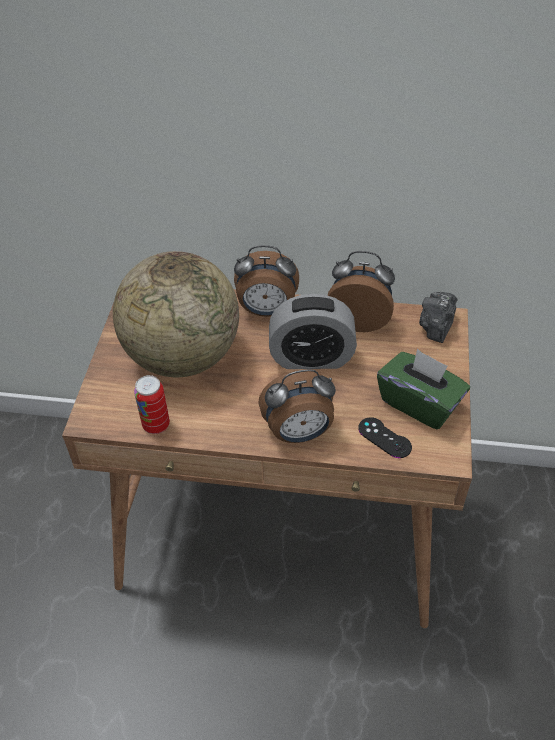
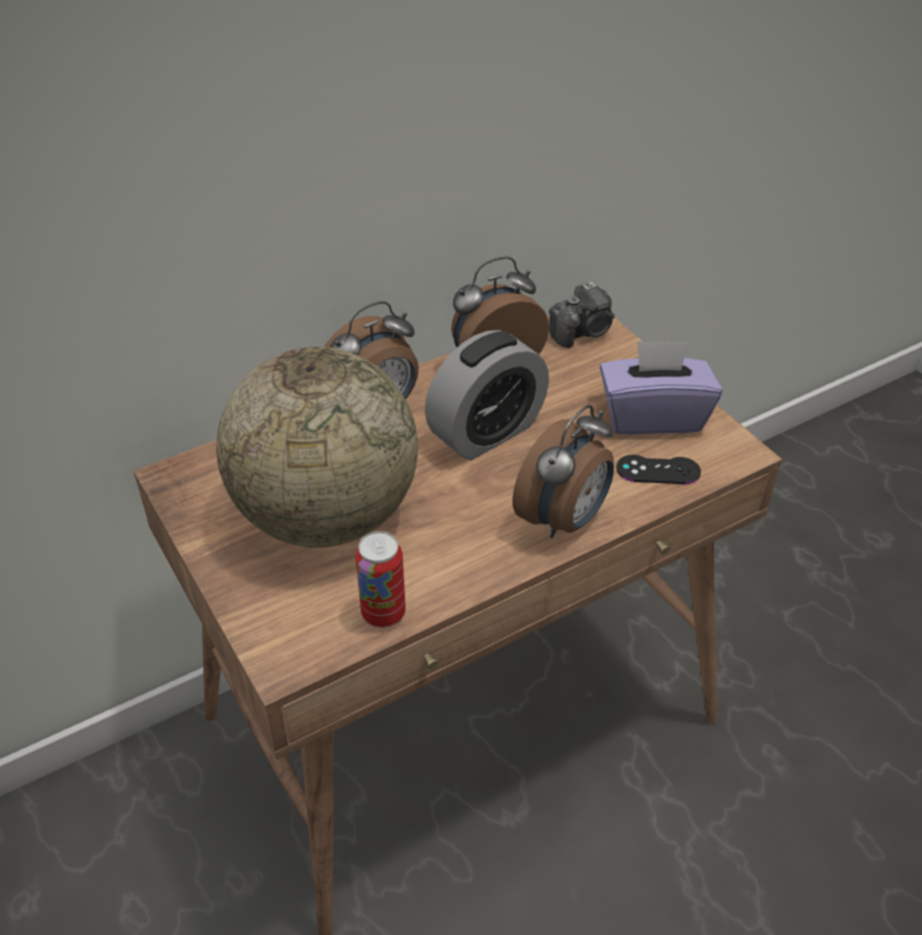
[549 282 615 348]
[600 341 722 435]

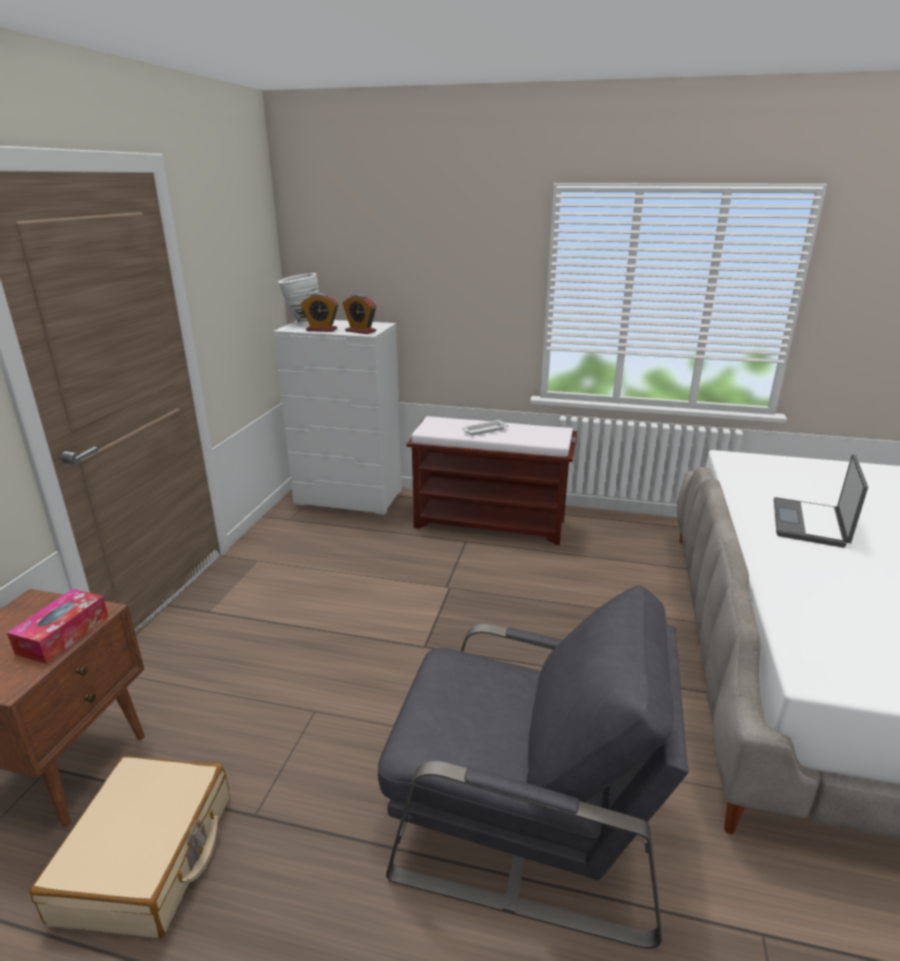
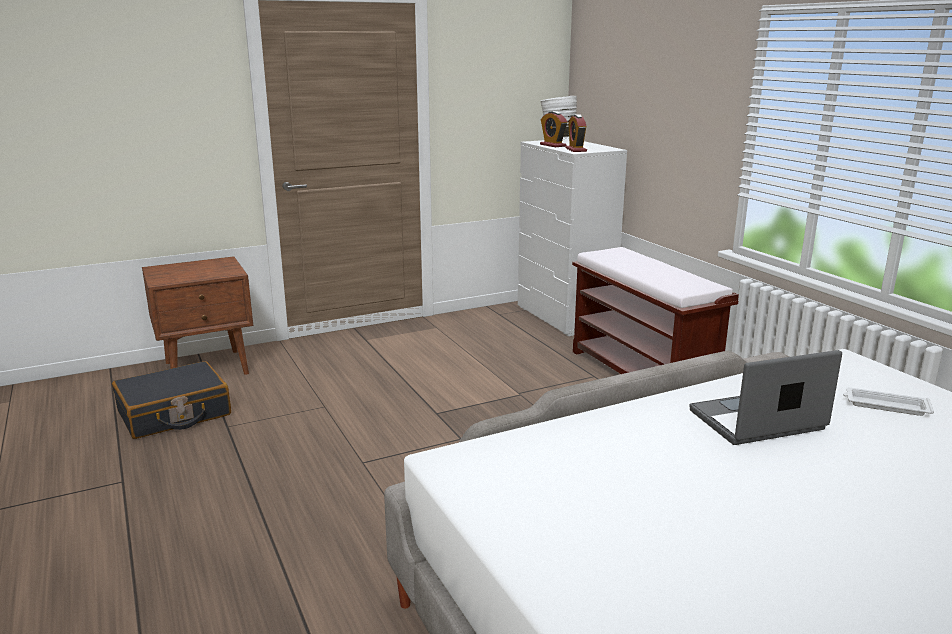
[843 387 934 416]
[378 585 689 949] (first image)
[7 589 109 664] (first image)
[112 361 231 439]

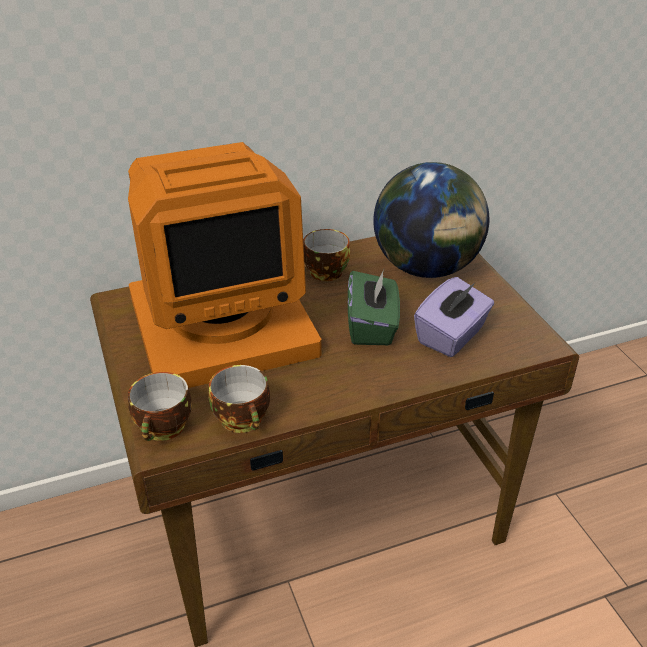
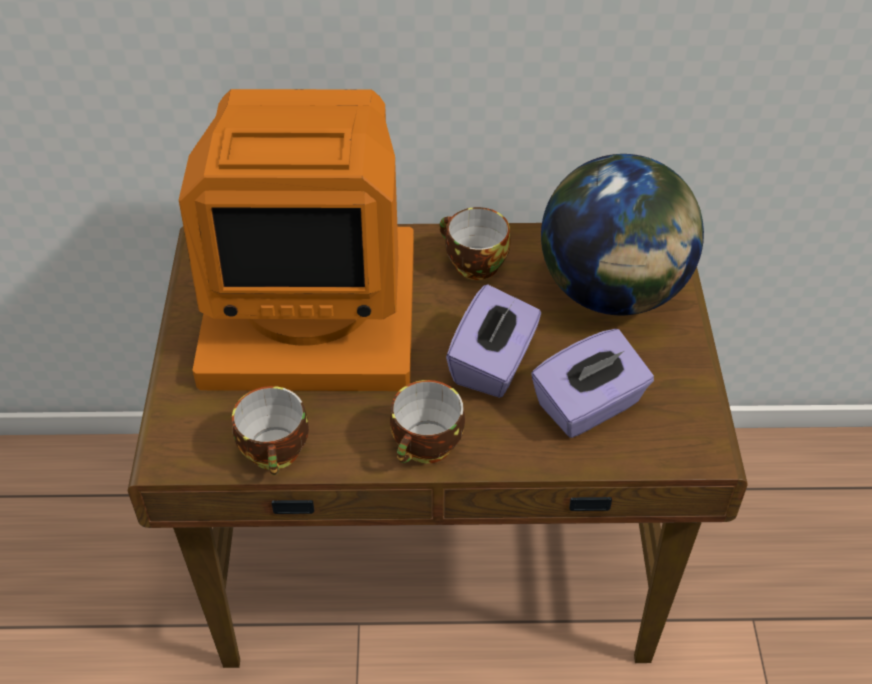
[446 284 541 398]
[390 380 465 463]

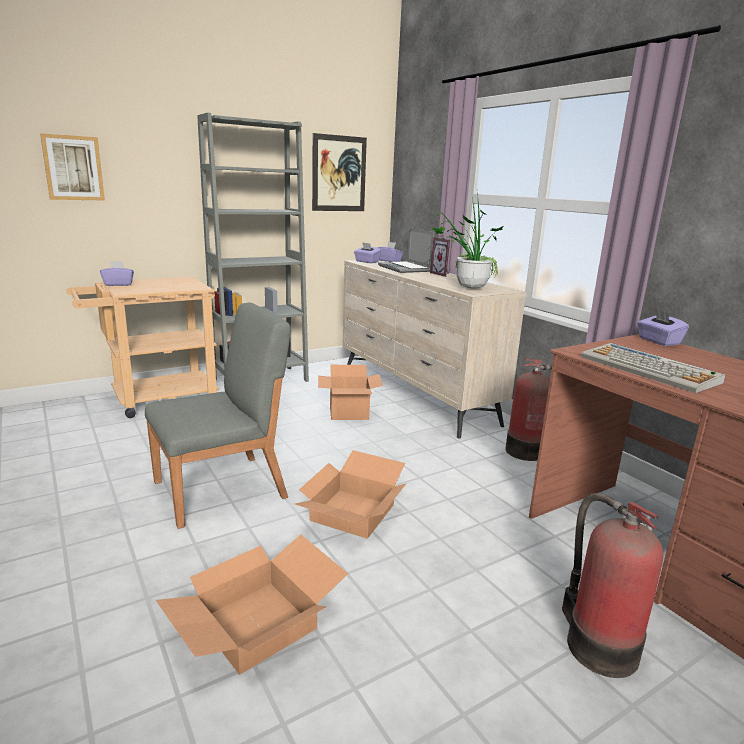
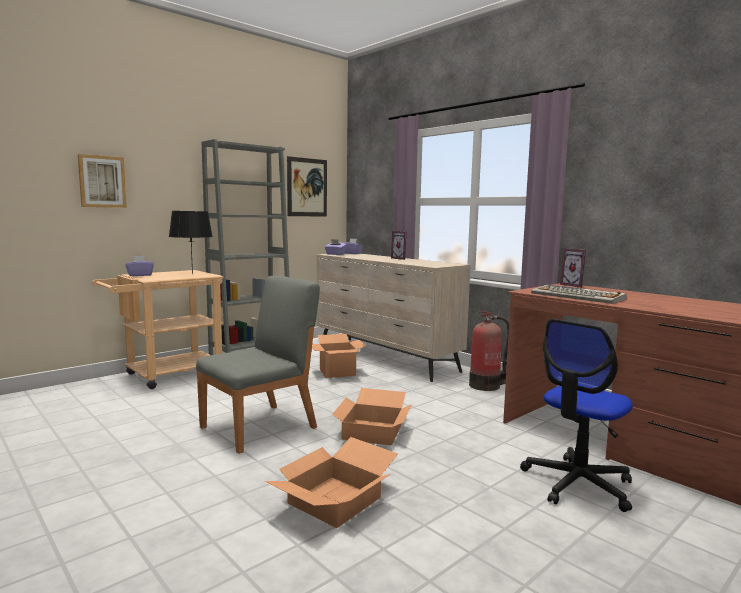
[431 193 504 289] (first image)
[378 227 434 273] (first image)
[560 248 586 288]
[520 319 633 512]
[169 211 213 274]

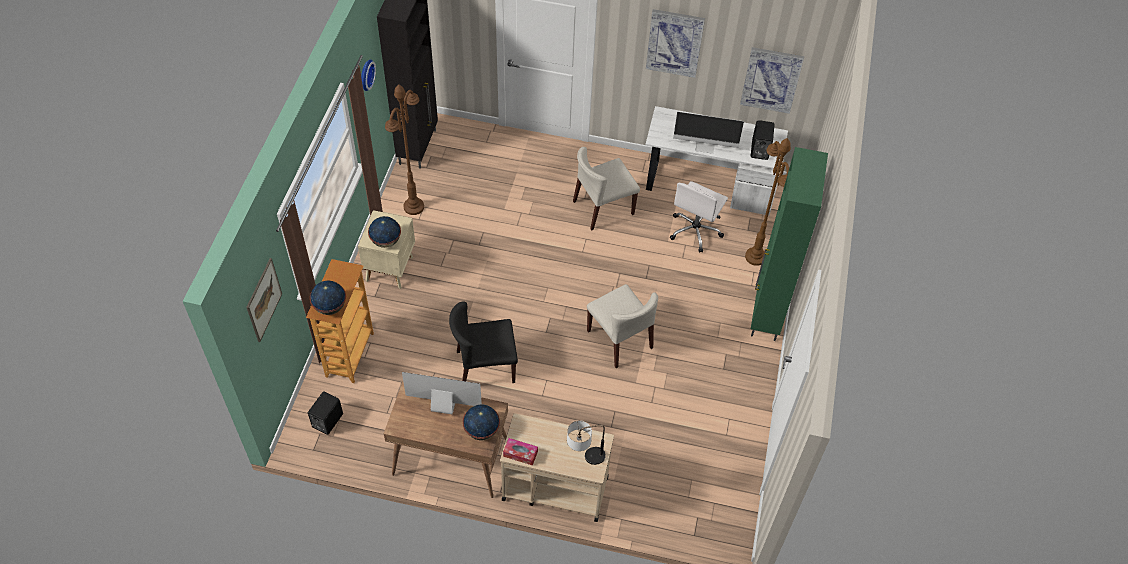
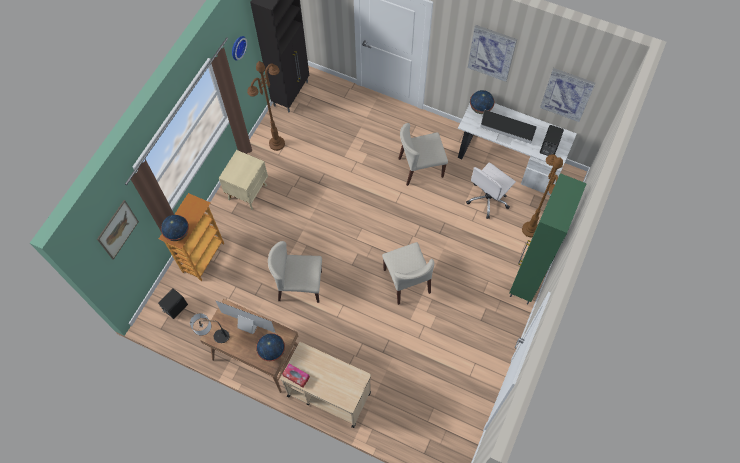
[470 90 494 114]
[268 241 322 303]
[190 313 229 343]

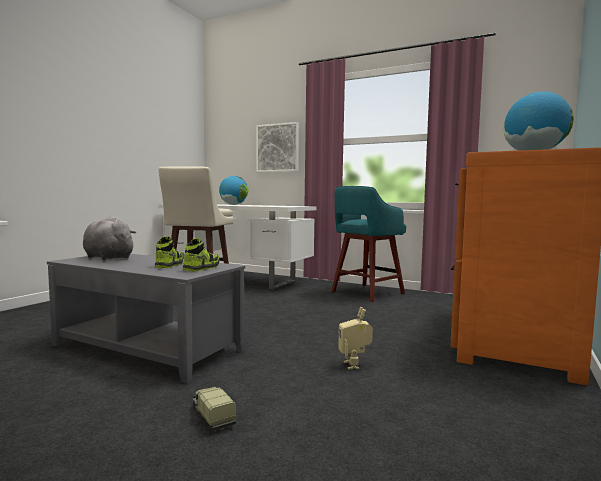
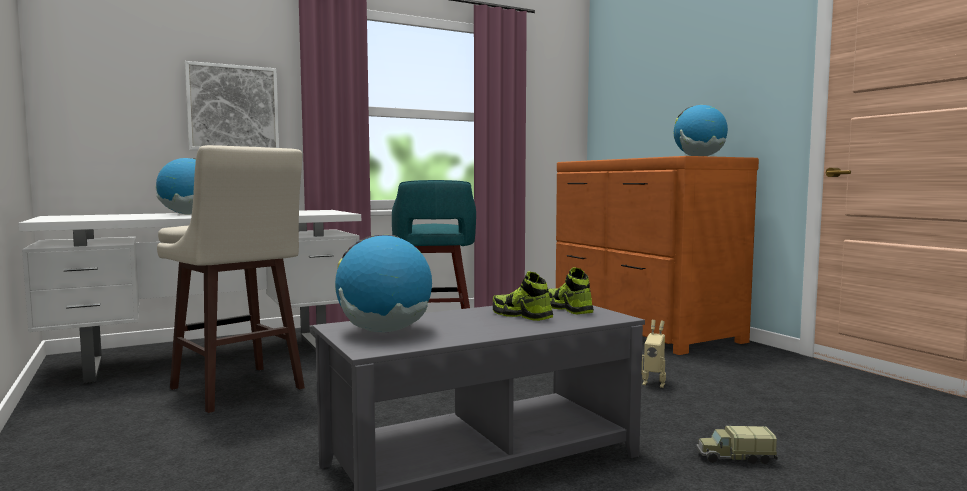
[335 235 432 332]

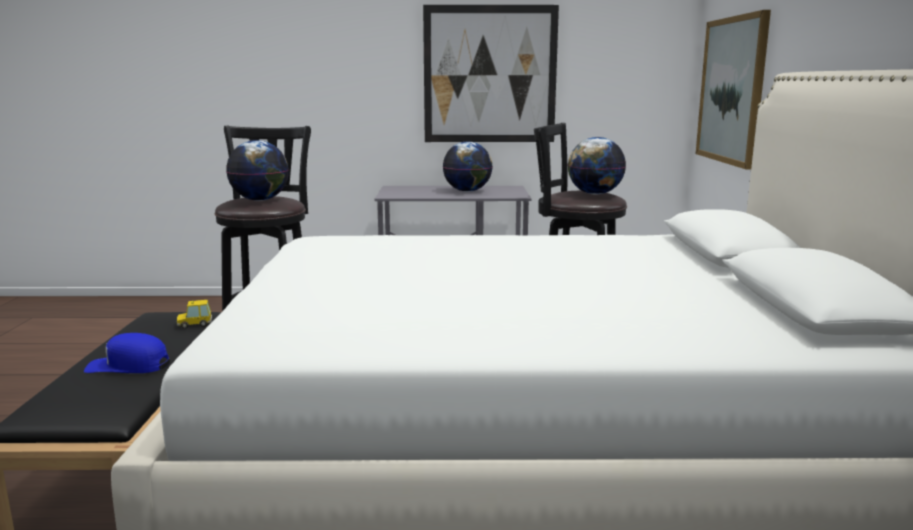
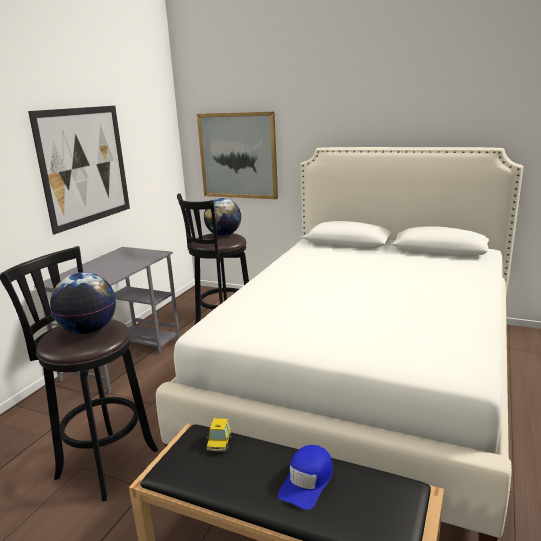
[443 142 493 192] (first image)

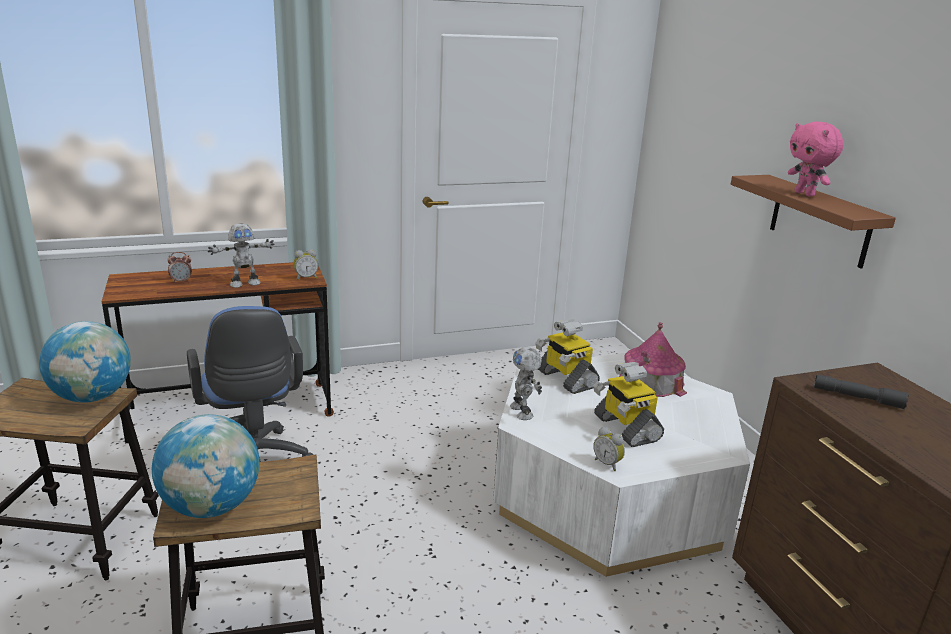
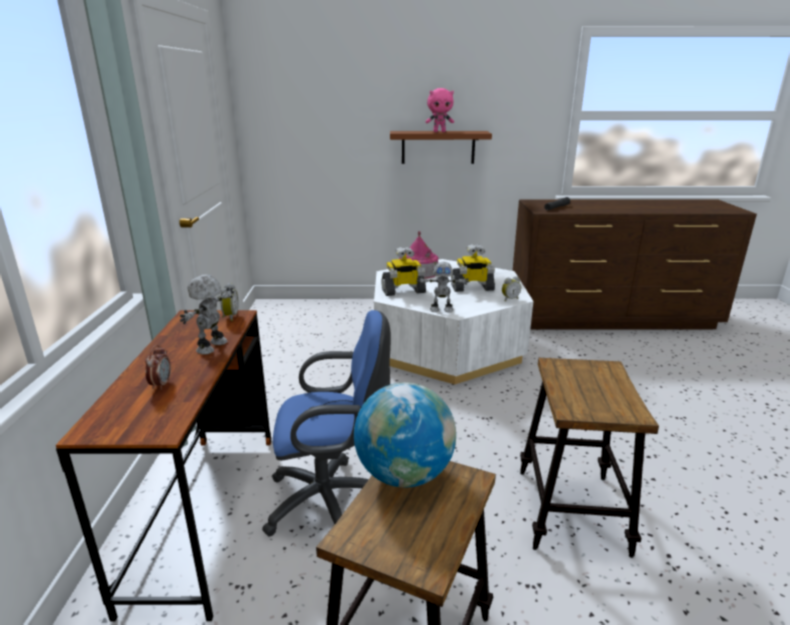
[180 275 234 355]
[152 414 260 518] (first image)

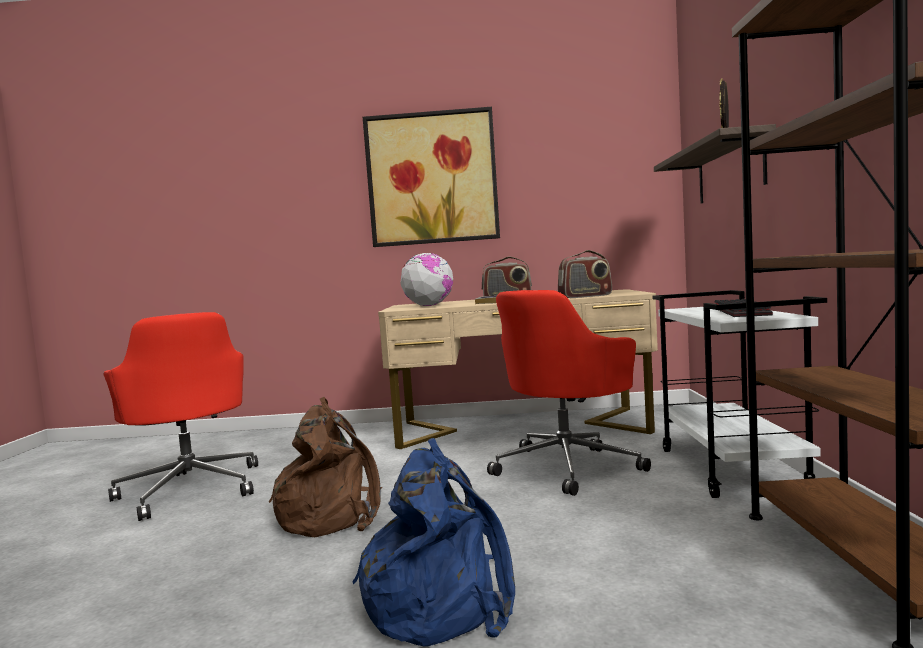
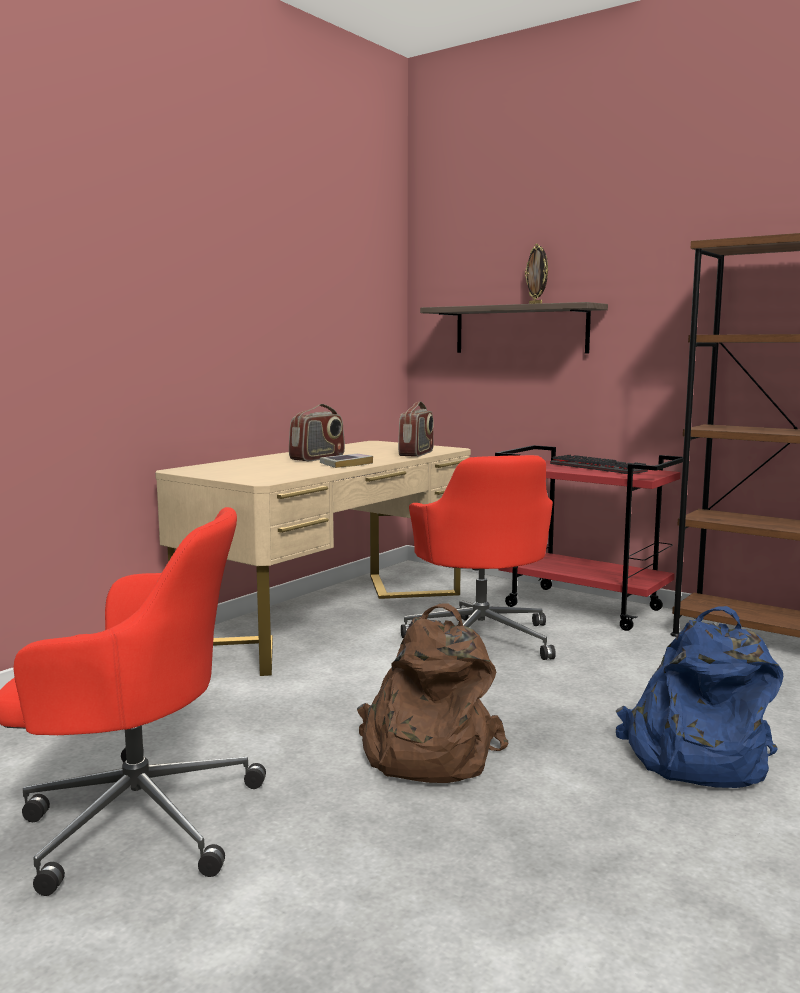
[363 107 500 247] (first image)
[400 253 453 306] (first image)
[495 445 683 631]

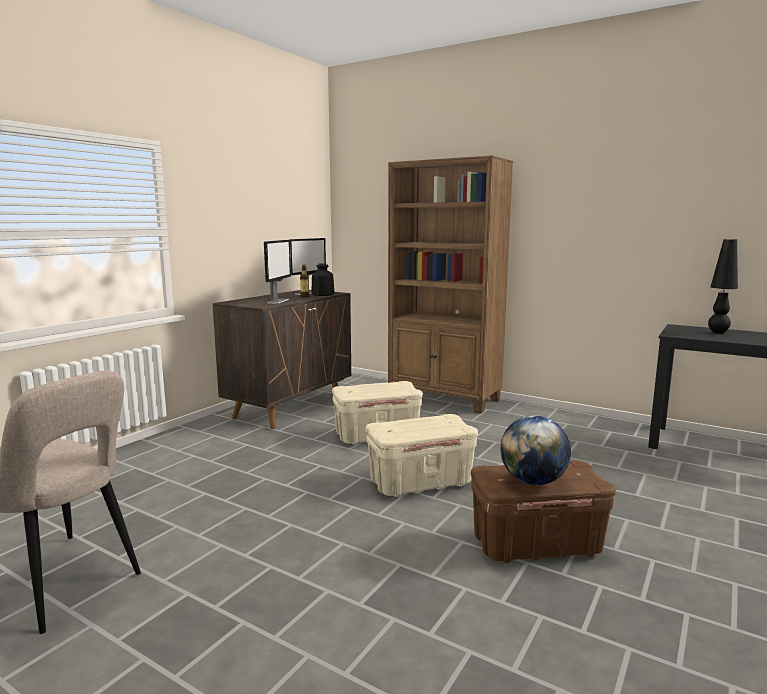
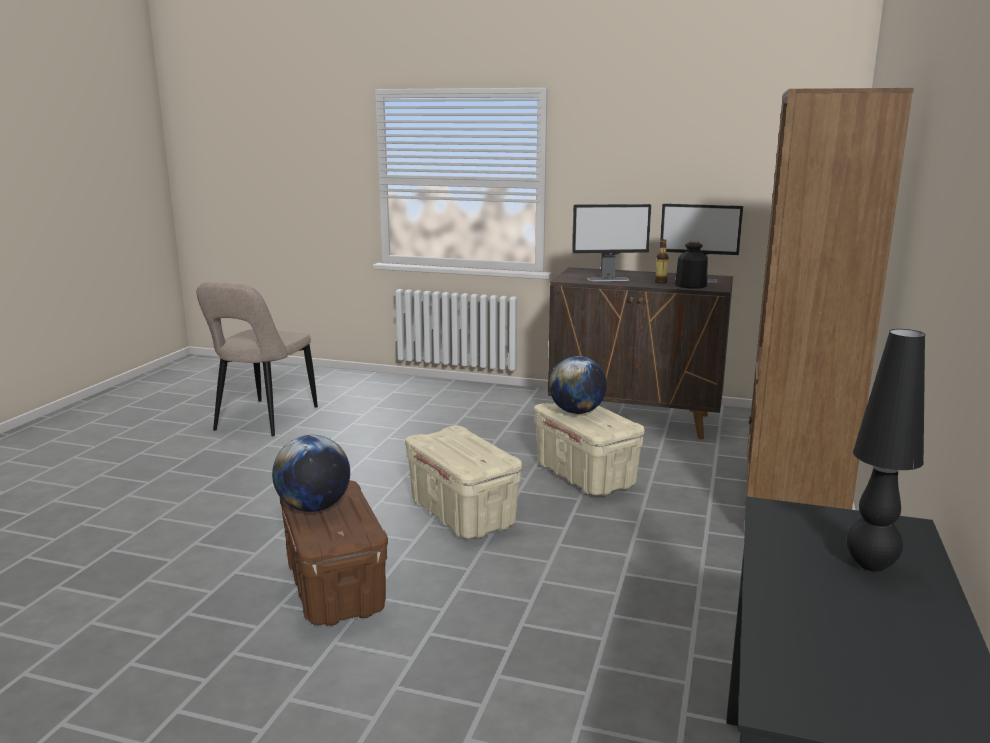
[549 356 607 414]

